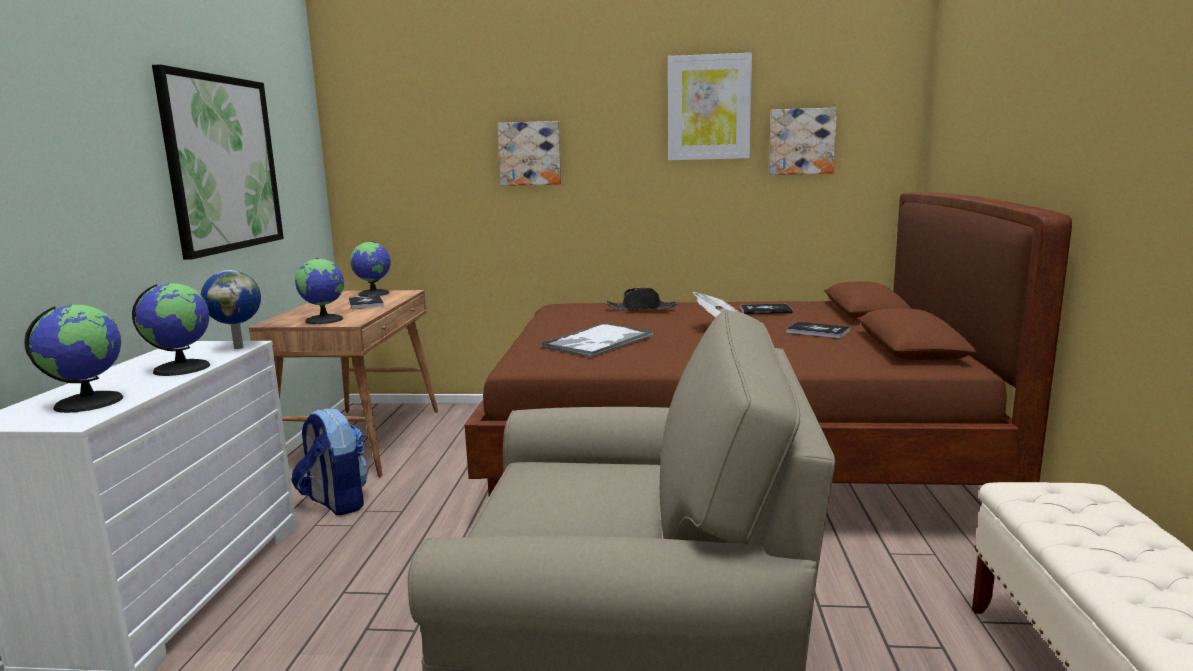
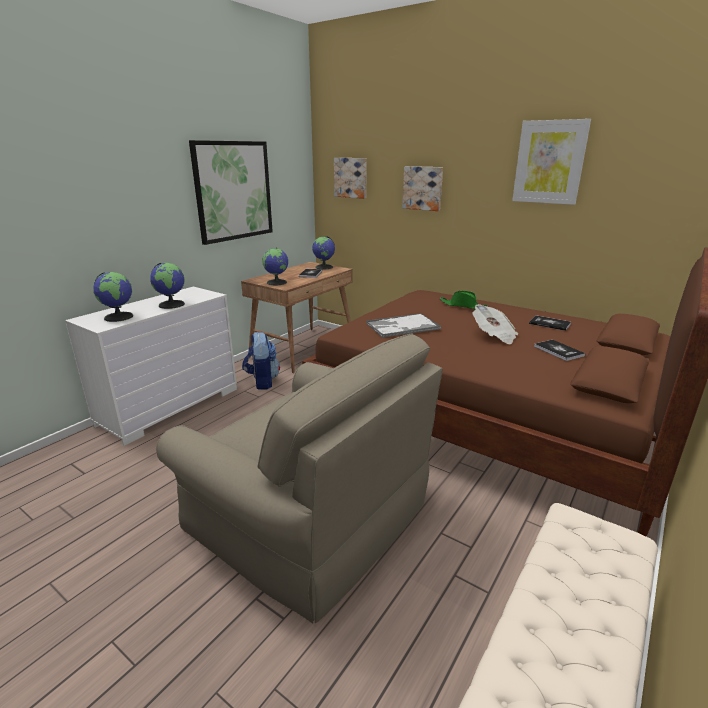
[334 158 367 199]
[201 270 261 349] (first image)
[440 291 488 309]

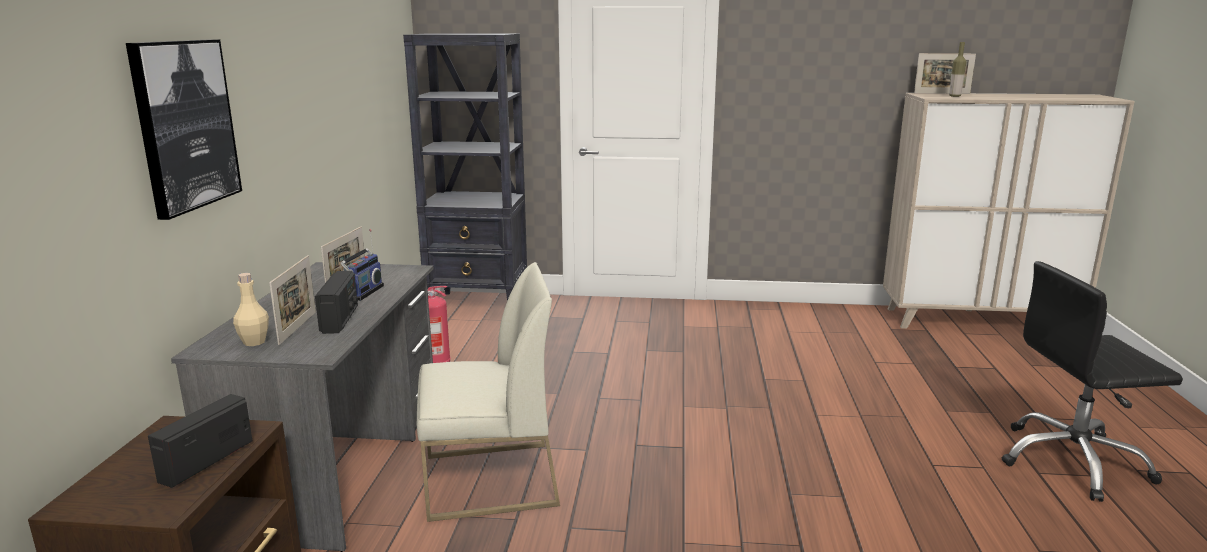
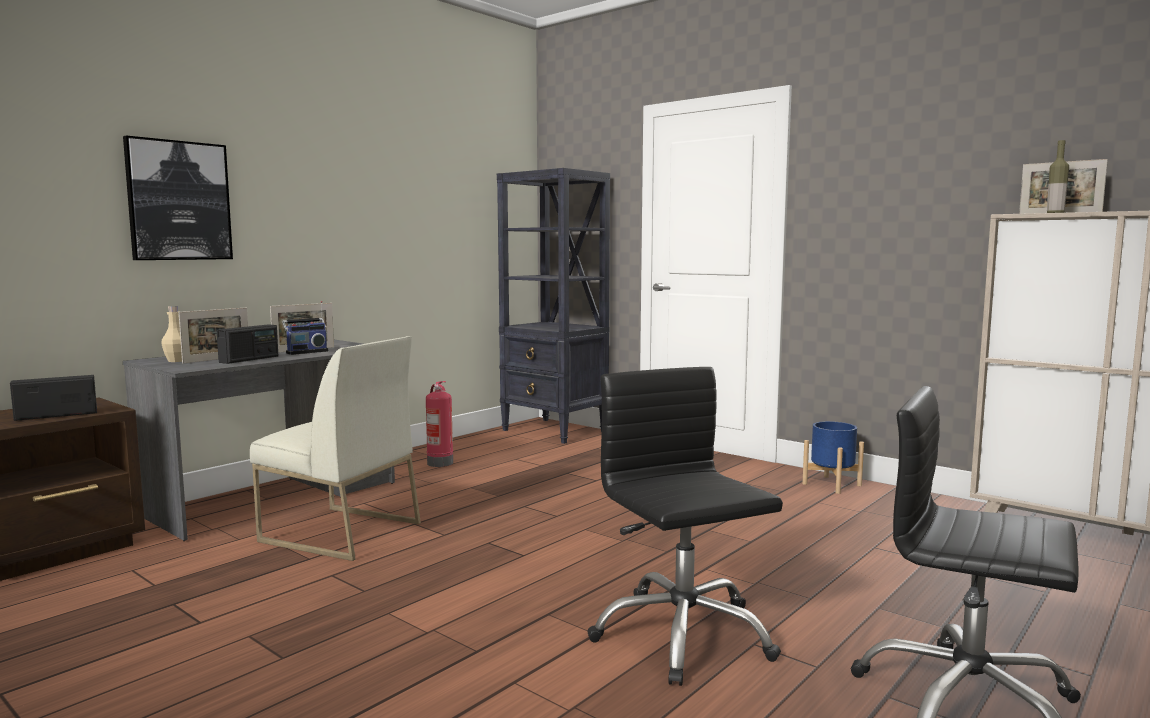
[587 367 783 686]
[802 421 864 494]

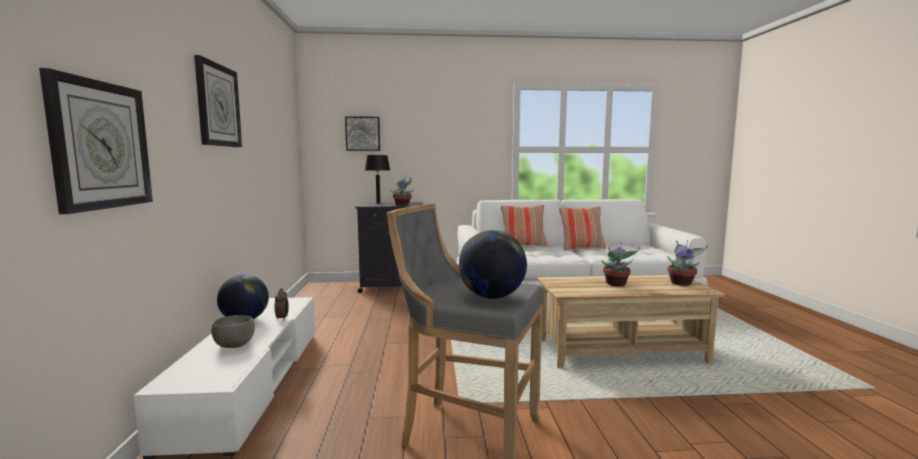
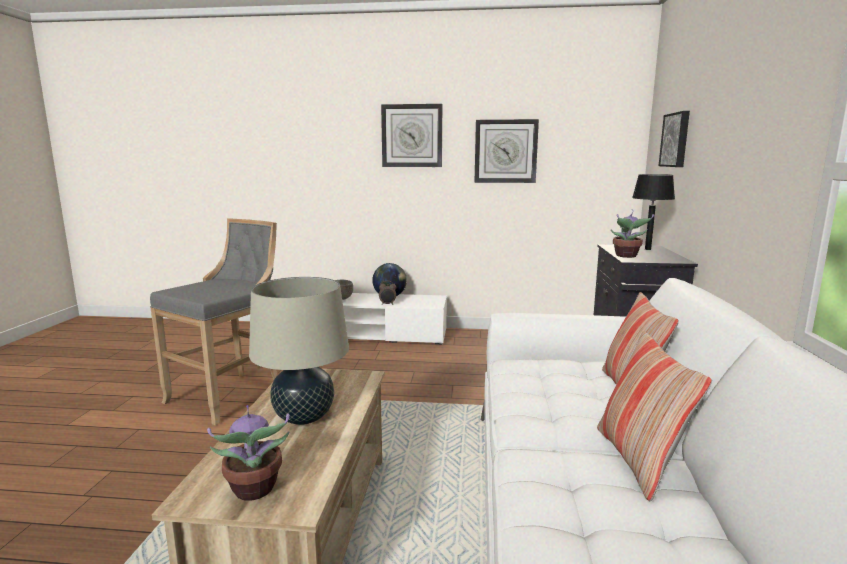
[474 119 539 183]
[459 230 527 299] (first image)
[249 277 349 425]

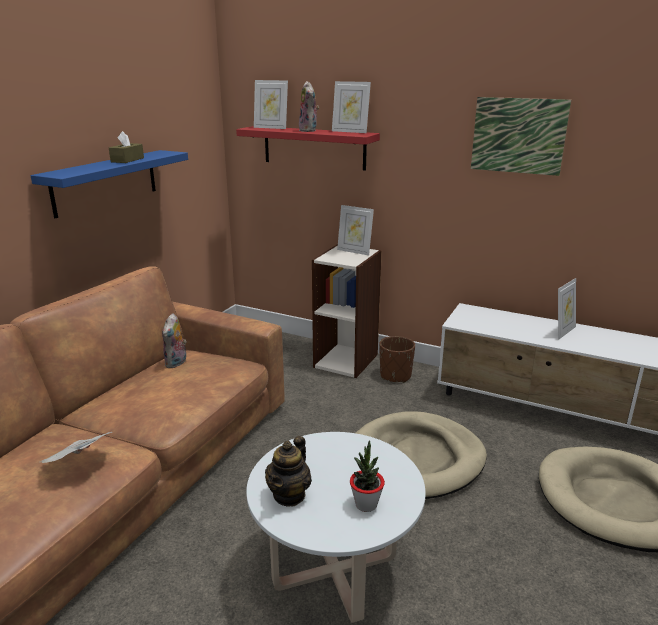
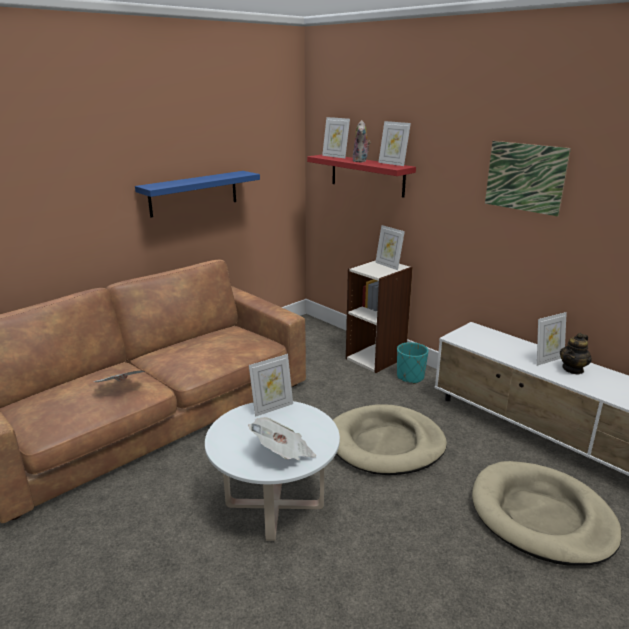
[109 131 144 163] (first image)
[162 313 187 368] (first image)
[397 342 428 384]
[560 333 592 375]
[248 417 316 460]
[249 354 293 417]

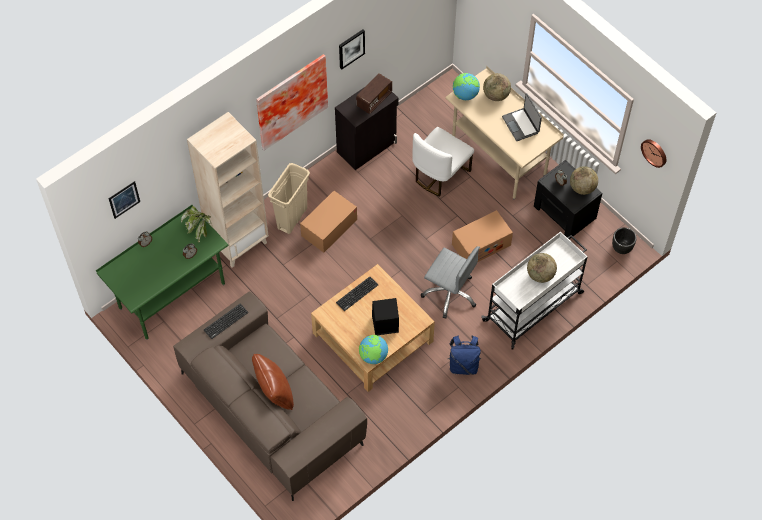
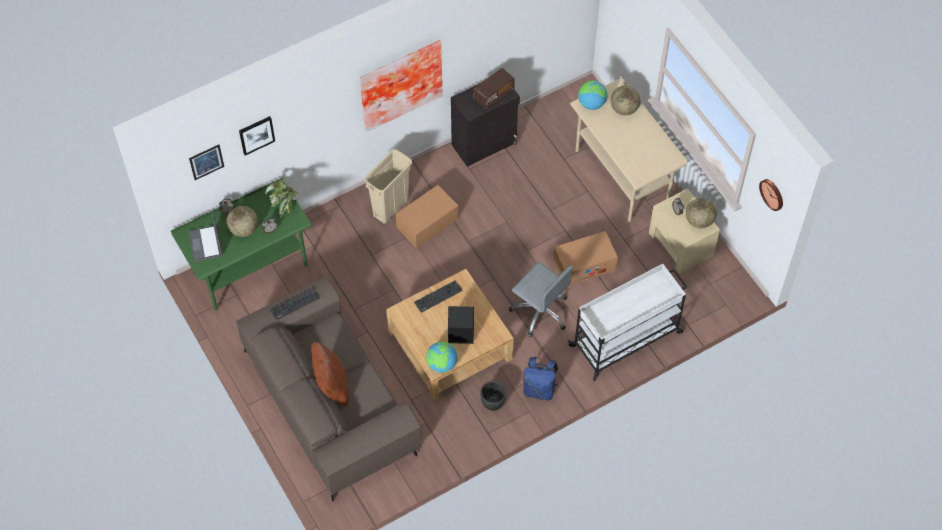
[239 116 275 155]
[188 210 222 262]
[187 112 269 268] (first image)
[412 127 474 197] (first image)
[649 188 720 274]
[480 381 506 411]
[226 206 258 237]

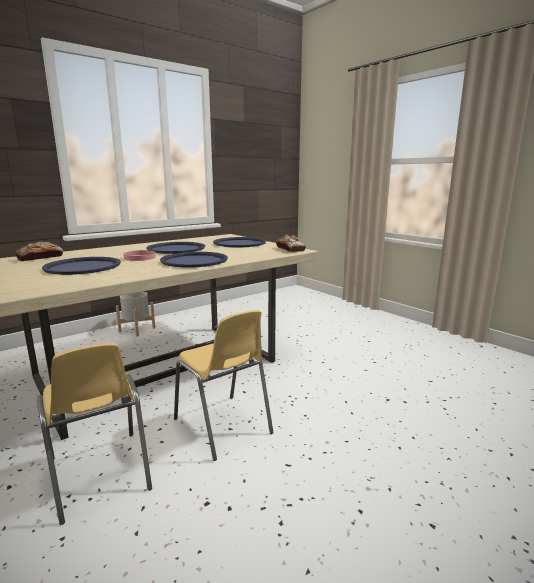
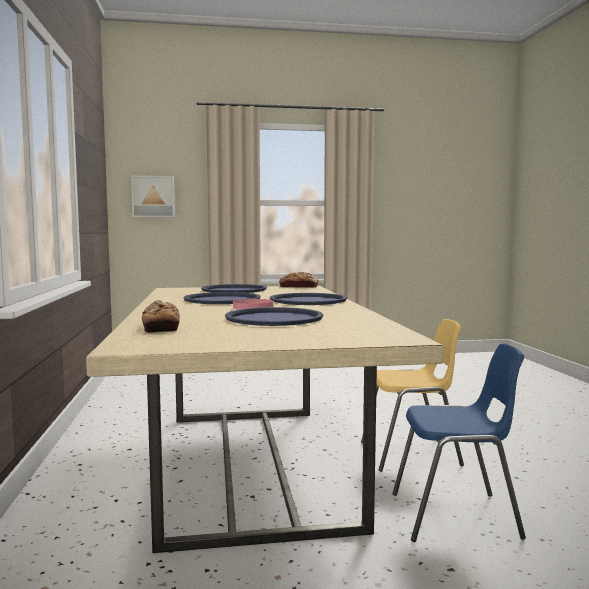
[116 292 155 337] (first image)
[392 344 526 542]
[131 175 175 218]

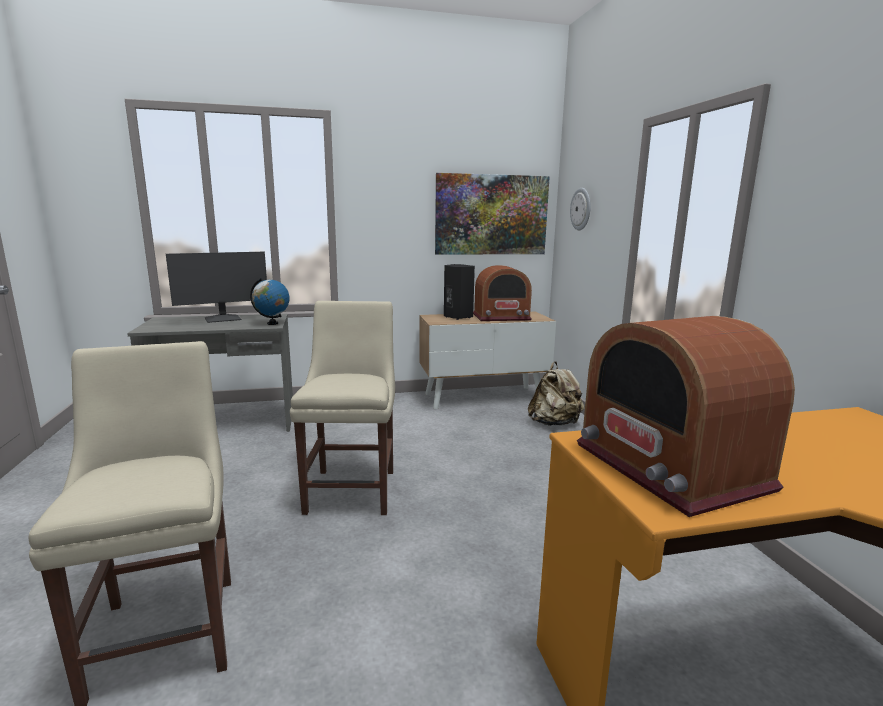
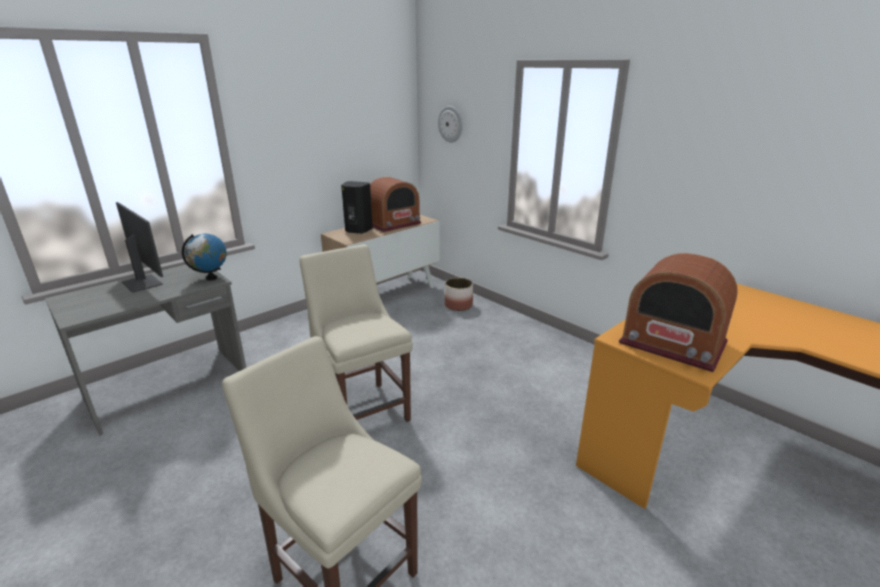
[435 173 550 255] (first image)
[116 202 163 293]
[445 278 473 311]

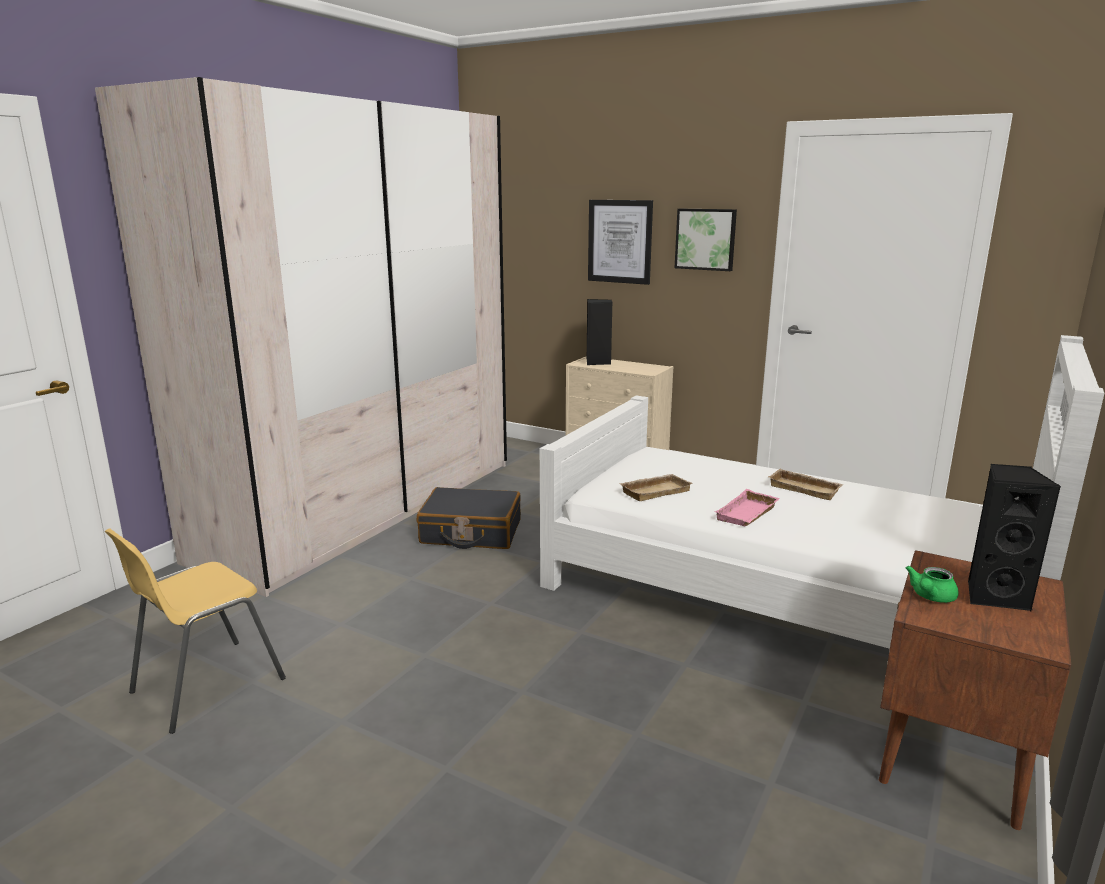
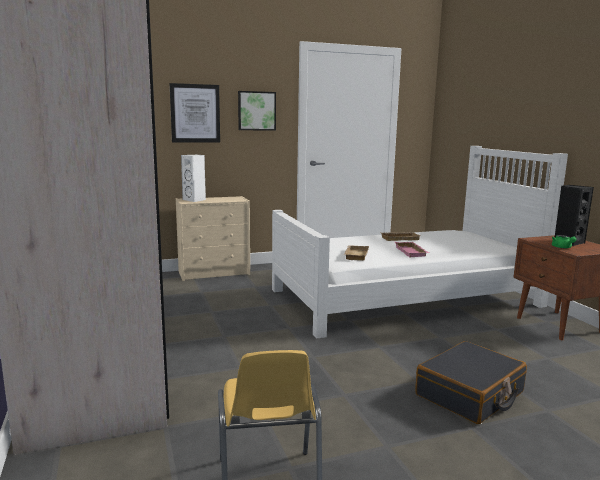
[181 155 206 202]
[415 341 527 424]

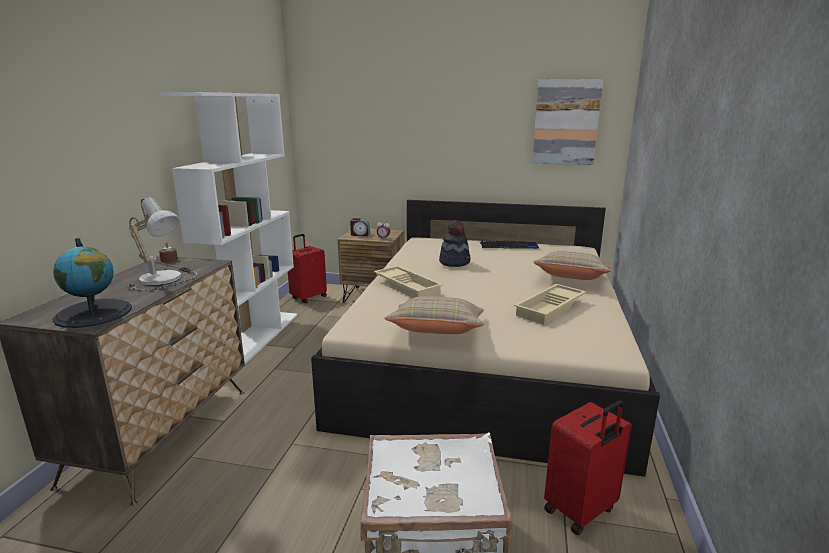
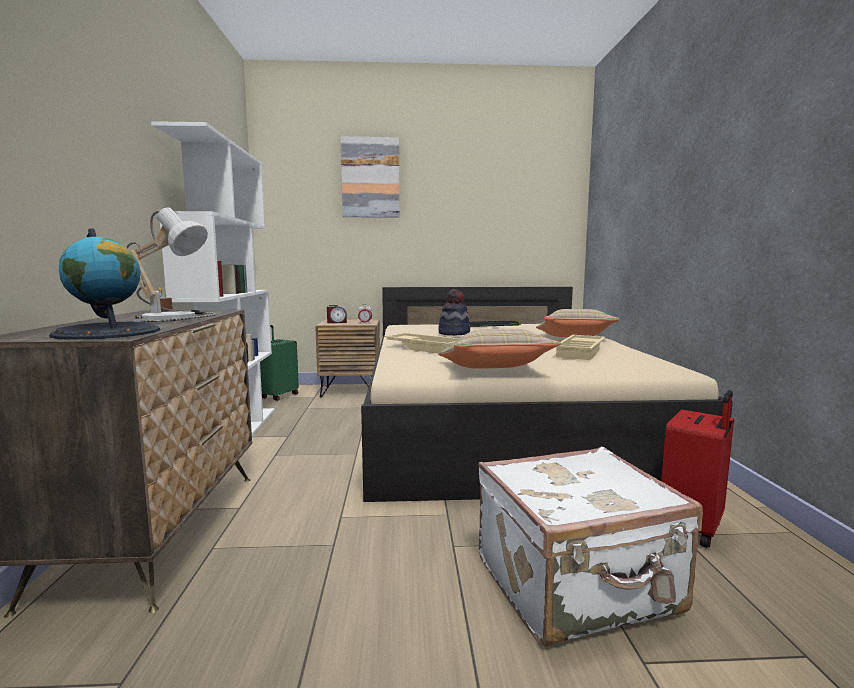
[340 137 400 218]
[260 325 299 401]

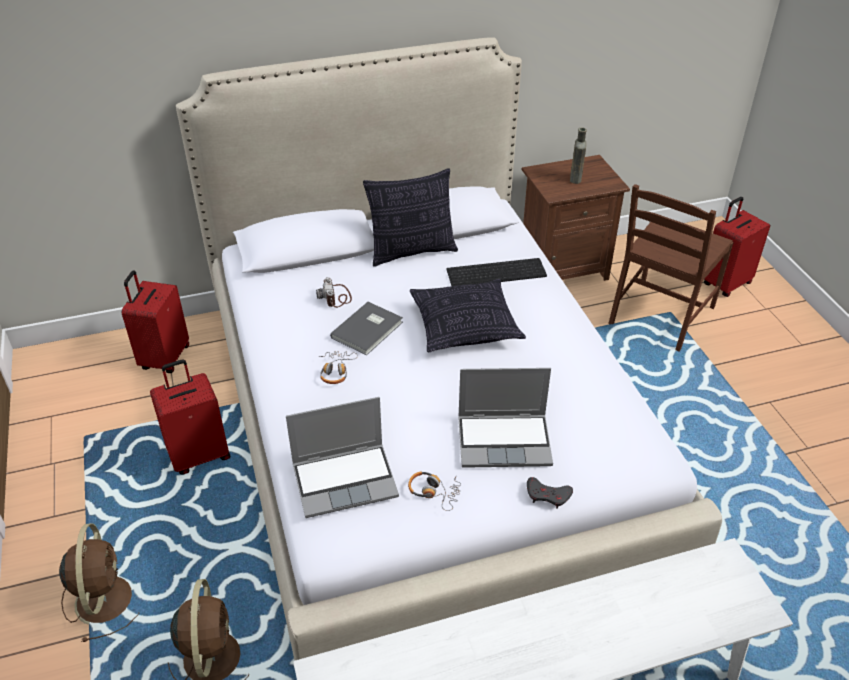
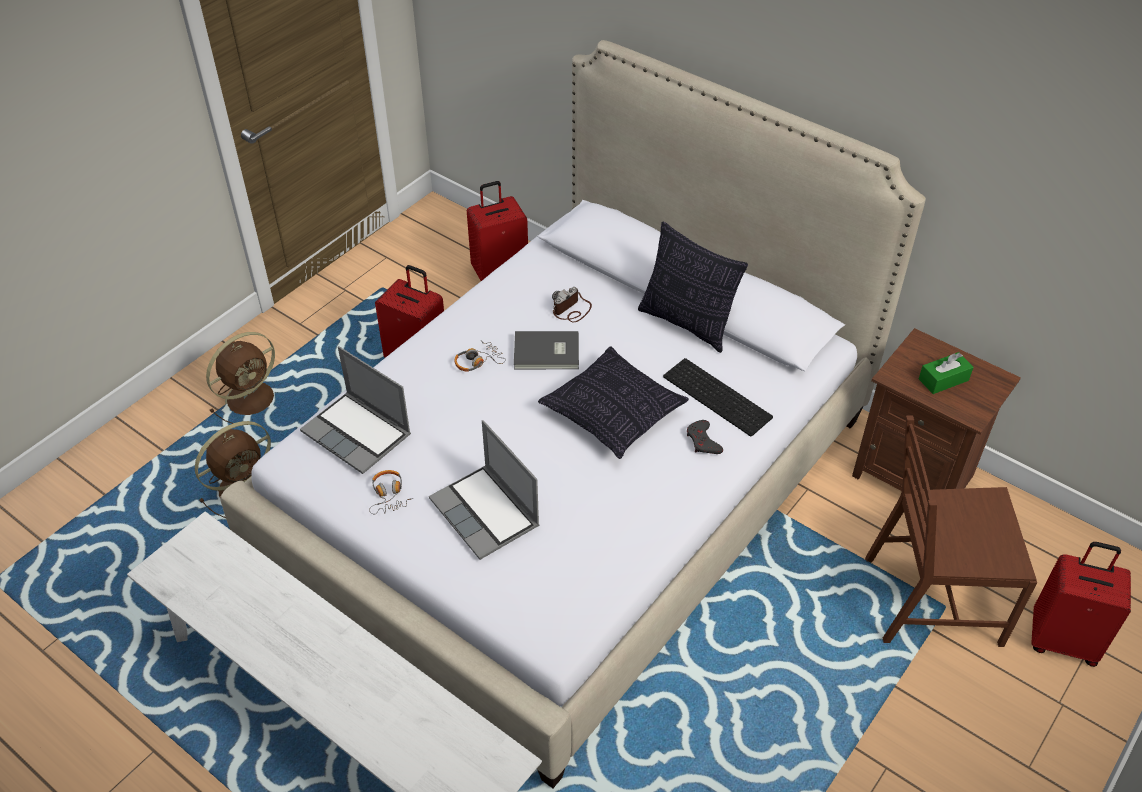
[919 352 974 394]
[687 420 723 454]

